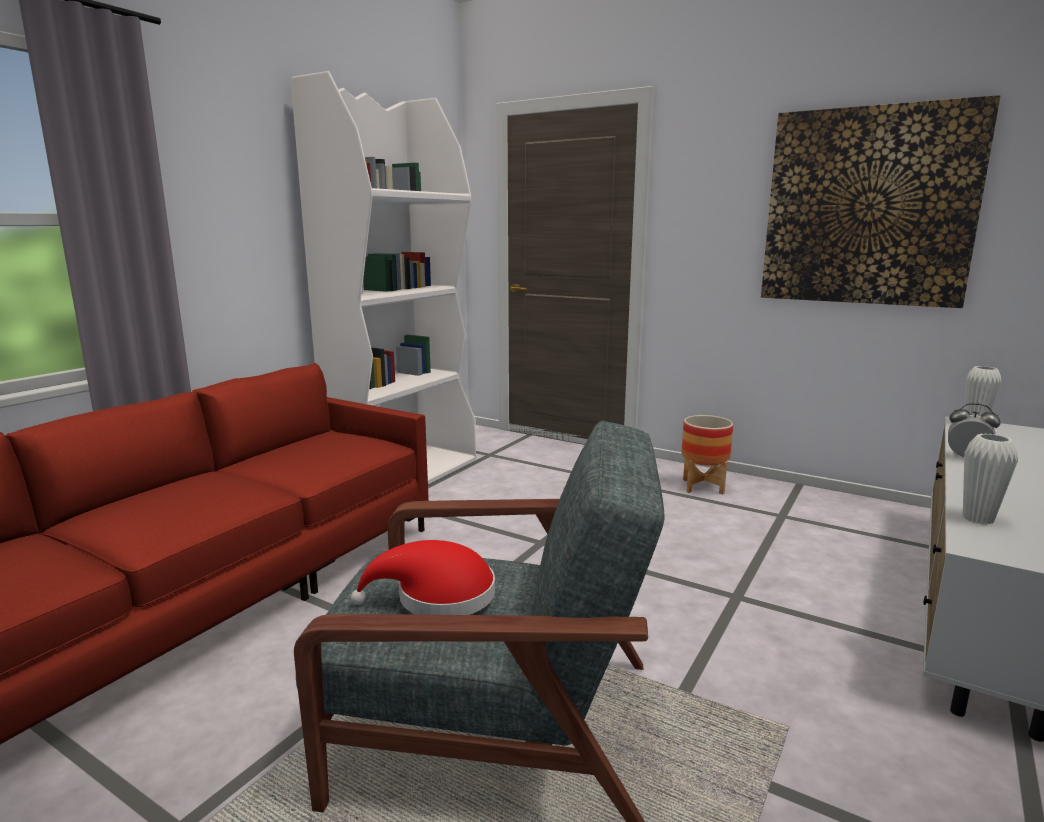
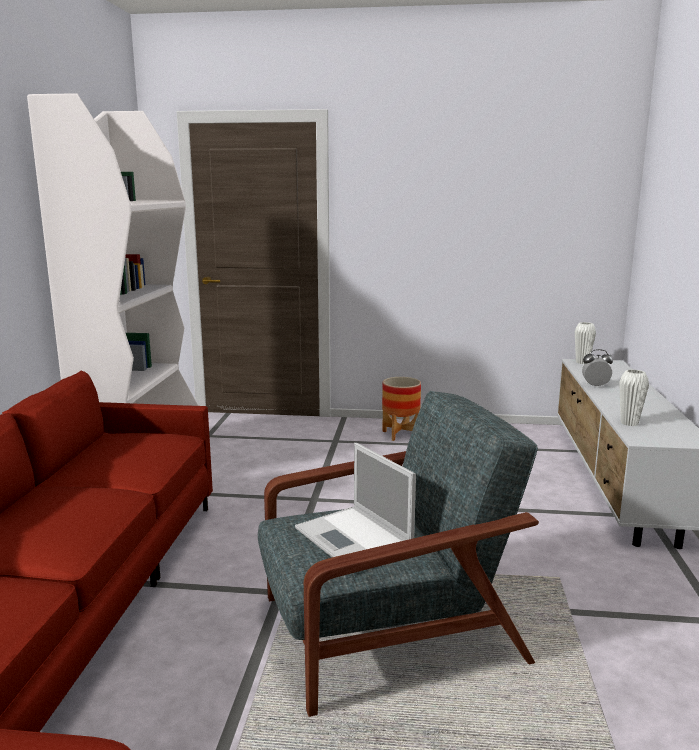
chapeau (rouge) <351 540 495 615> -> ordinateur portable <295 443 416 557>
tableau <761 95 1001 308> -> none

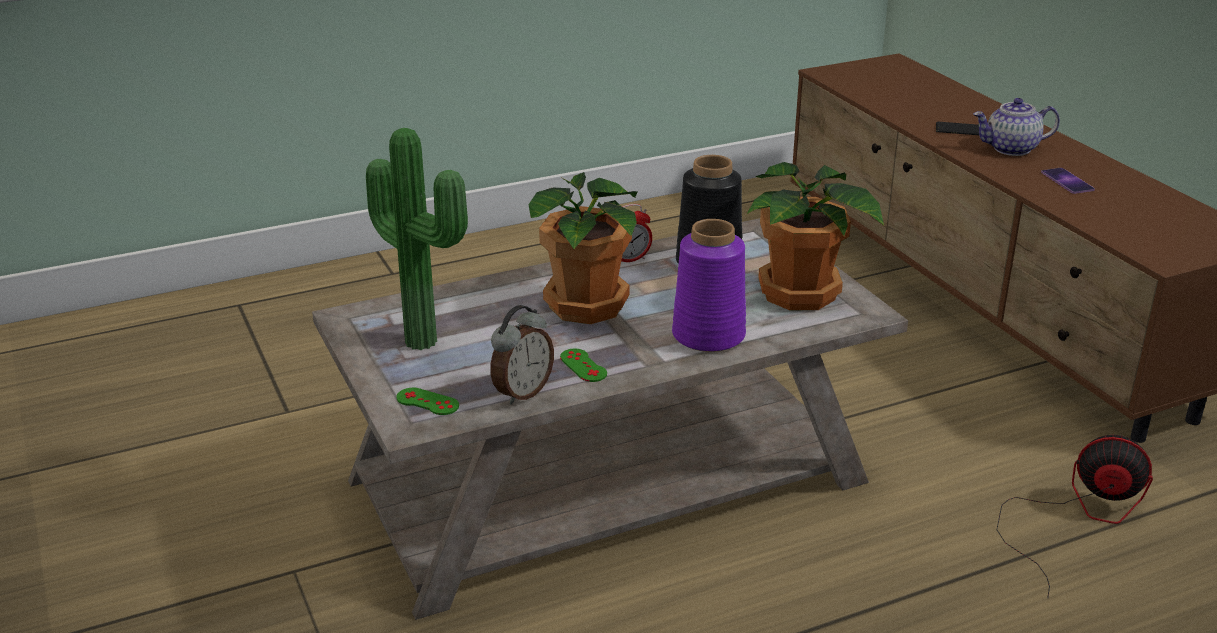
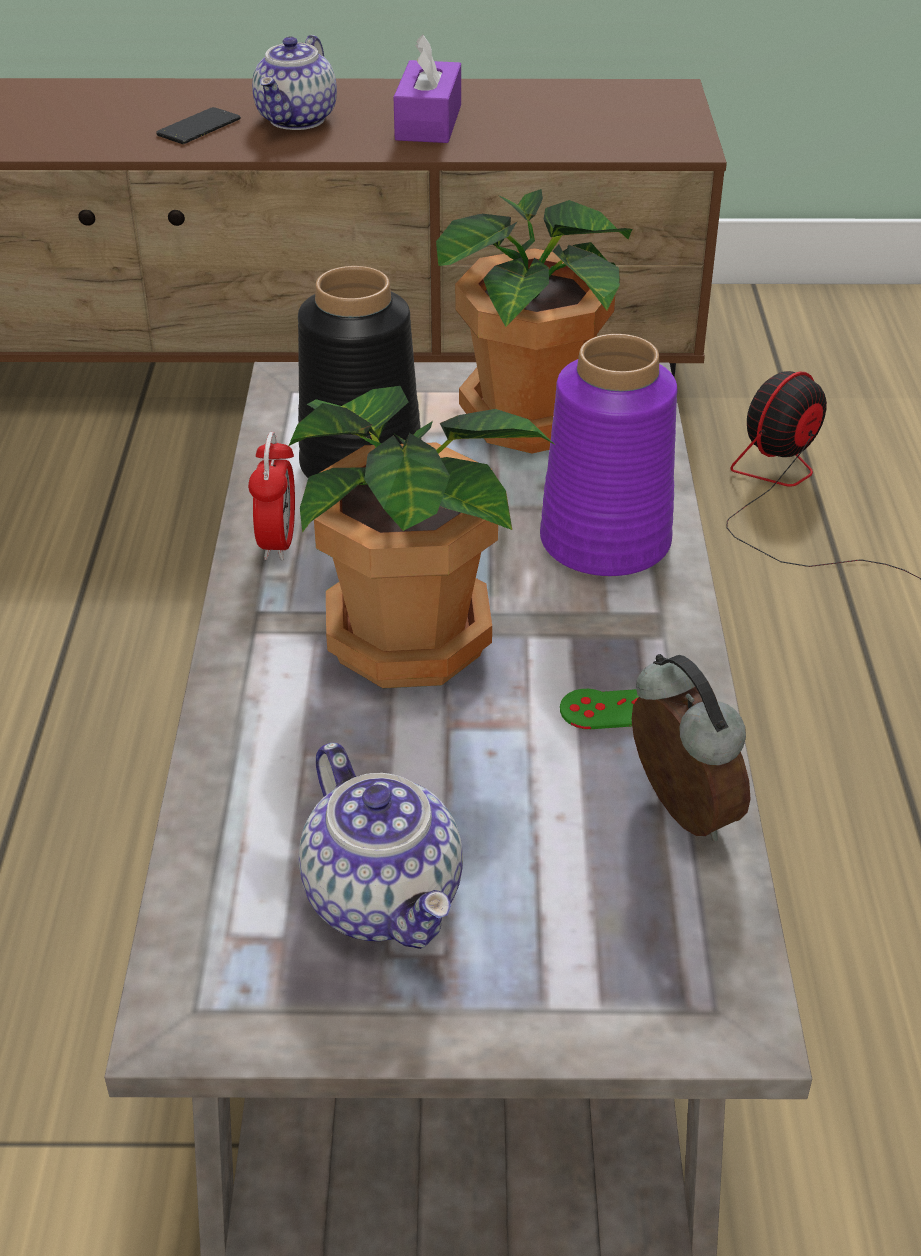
plante en pot <366 128 468 350> -> théière <299 743 463 949>
téléphone <1041 168 1095 194> -> boîte à mouchoirs (violet) <394 35 461 143>
manette (vert) <396 388 459 415> -> none

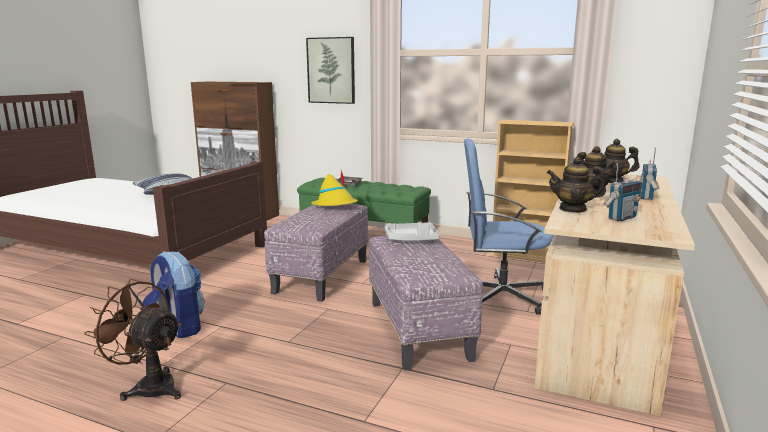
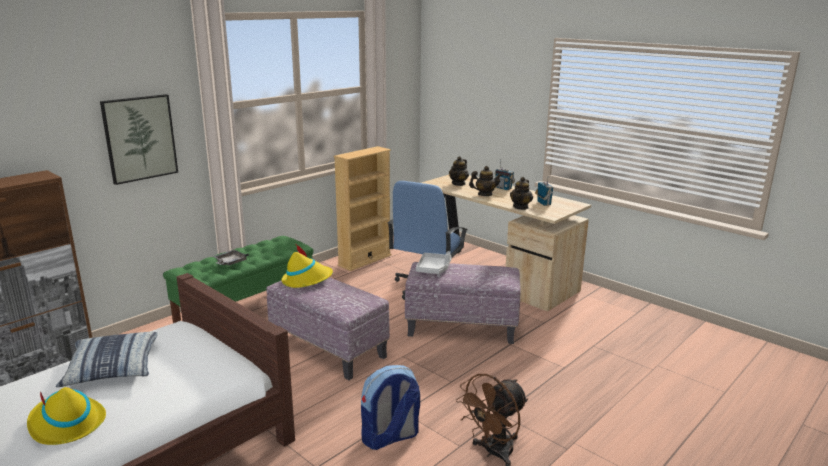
none -> chapeau (jaune) <27 387 106 445>

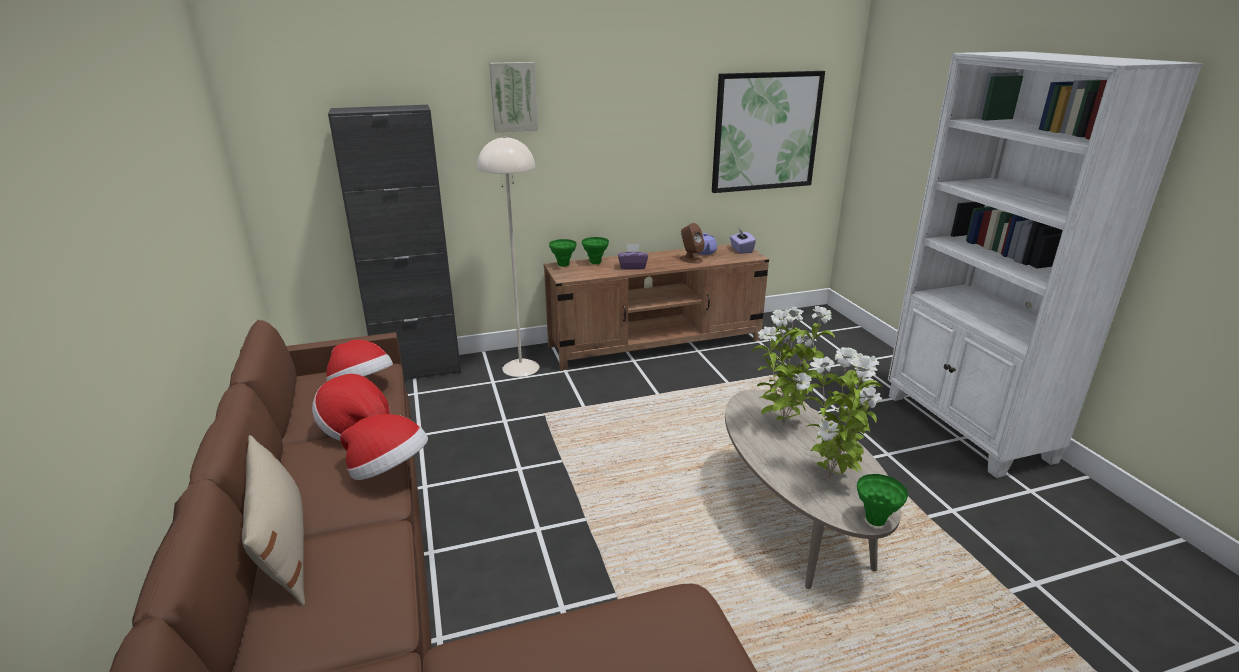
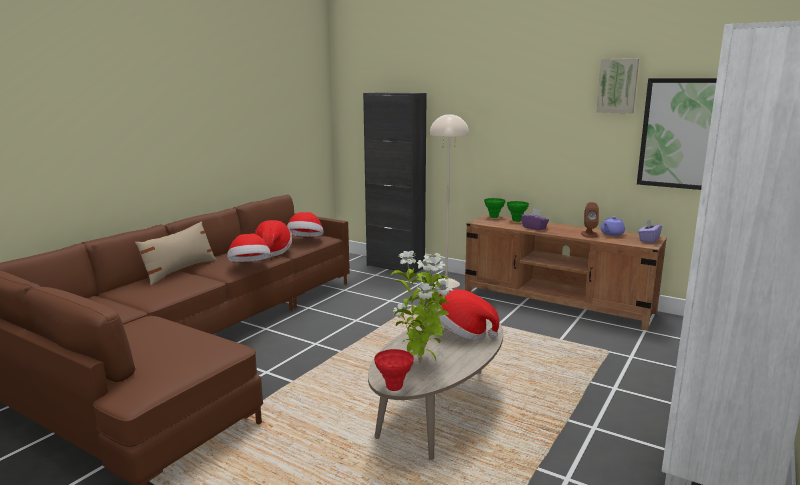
vase (vert) <857 474 908 526> -> vase (rouge) <374 349 414 391>
plante en pot <752 306 835 426> -> chapeau <431 289 499 341>
tableau <489 62 538 133> -> tableau <596 59 639 113>, relocated

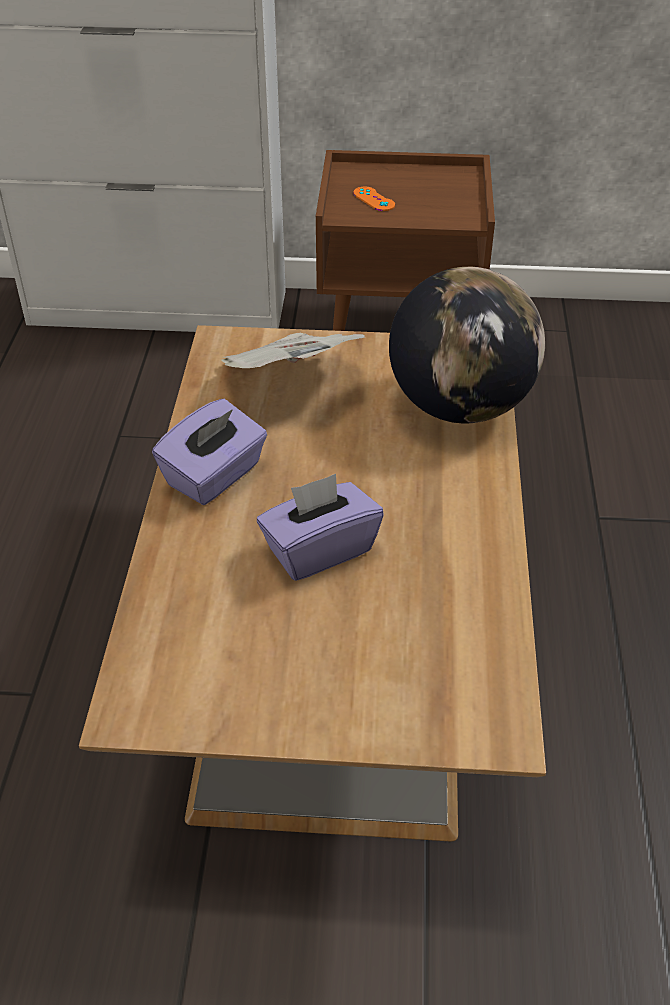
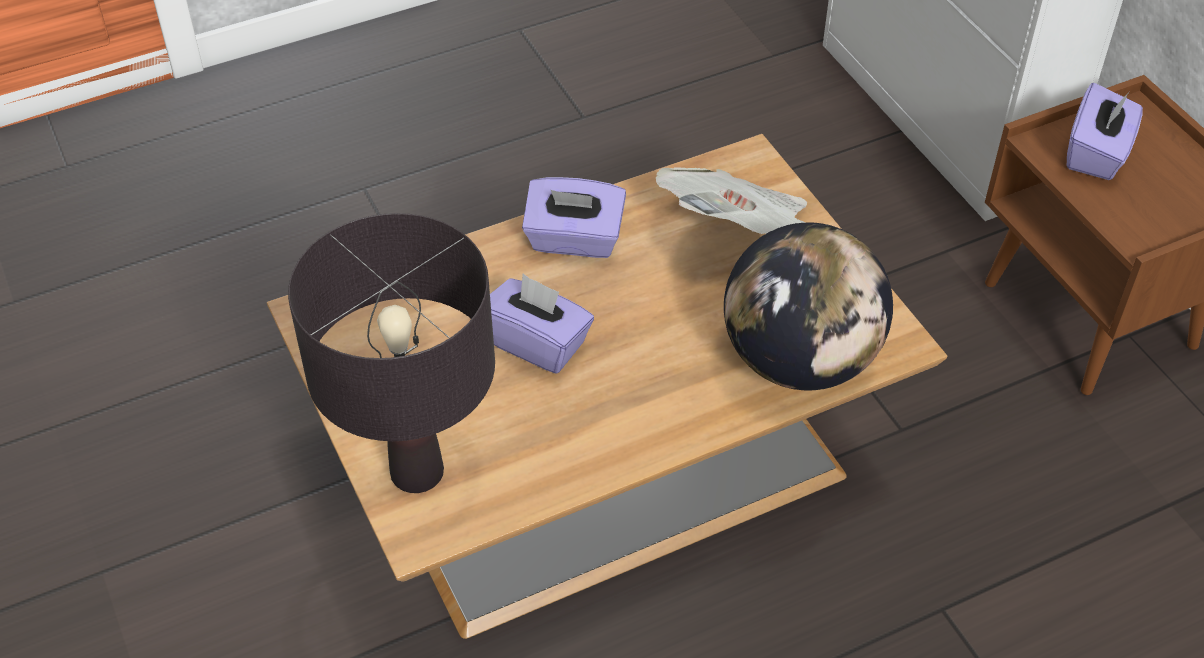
none -> lampe de table (noir) <288 213 495 493>
manette (orange) <353 187 395 211> -> boîte à mouchoirs (violet) <1067 83 1143 180>

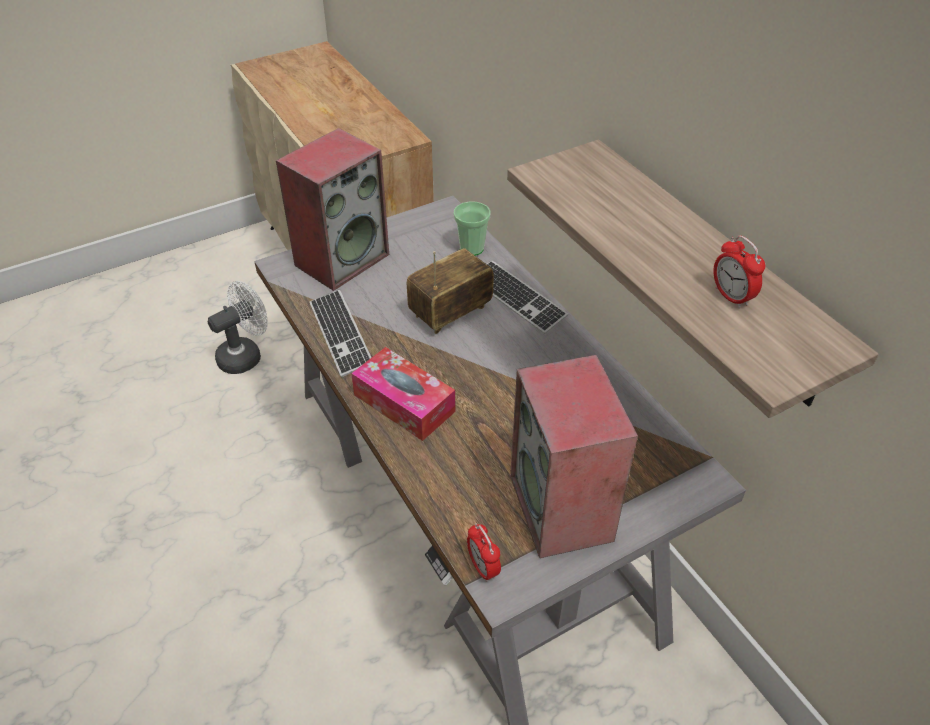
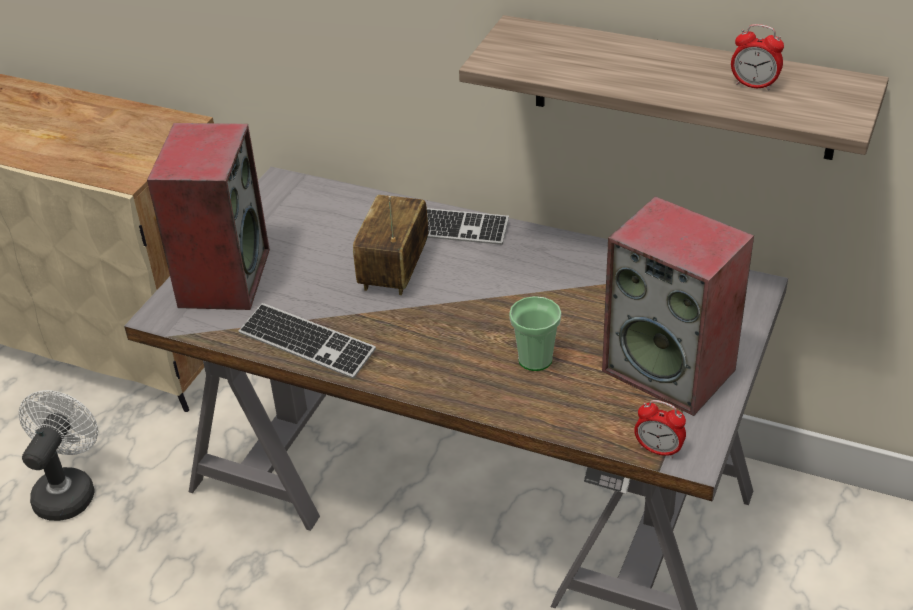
tasse <454 201 490 256> -> tasse <509 296 561 371>, relocated
boîte à mouchoirs <351 347 455 441> -> none

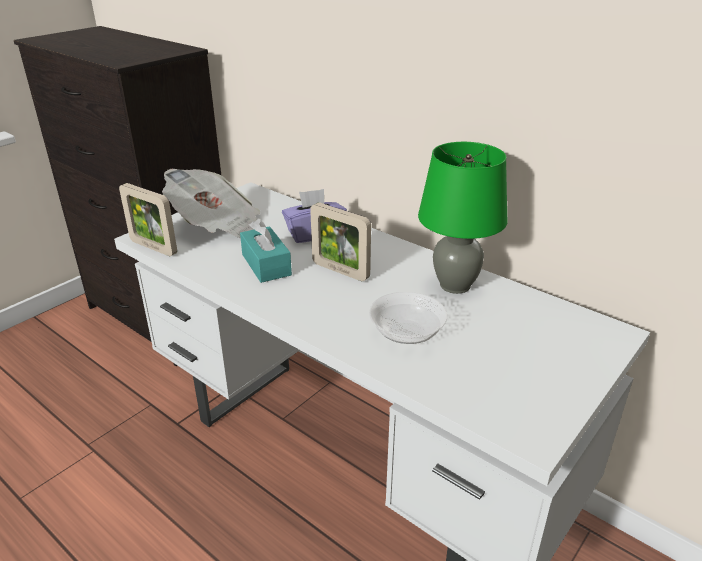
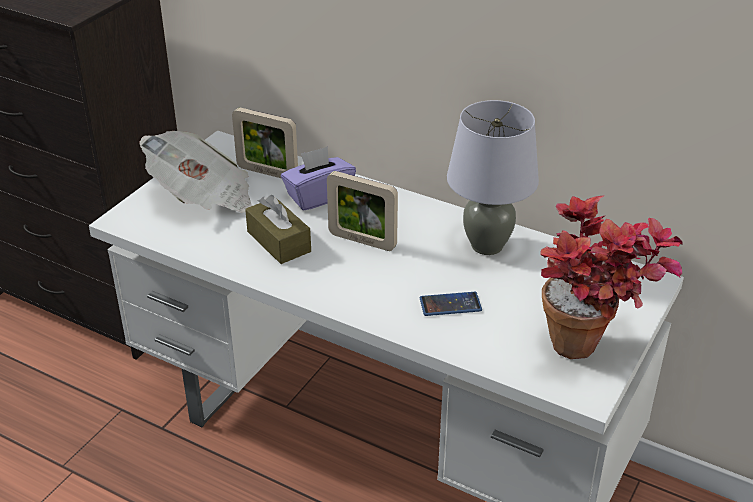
cadre photo <119 183 177 256> -> cadre photo <232 108 298 178>, relocated
boîte à mouchoirs (turquoise) <240 219 292 283> -> boîte à mouchoirs (marron) <245 195 311 264>
bol <369 292 447 344> -> téléphone <420 292 482 316>
lampe de table (vert) <418 142 508 294> -> lampe de table (gris) <447 100 539 255>
none -> plante en pot <540 195 684 359>

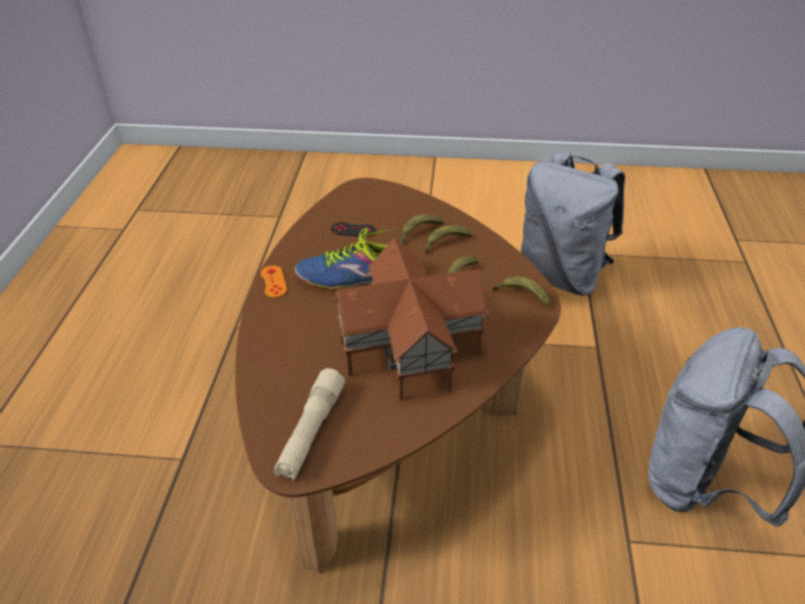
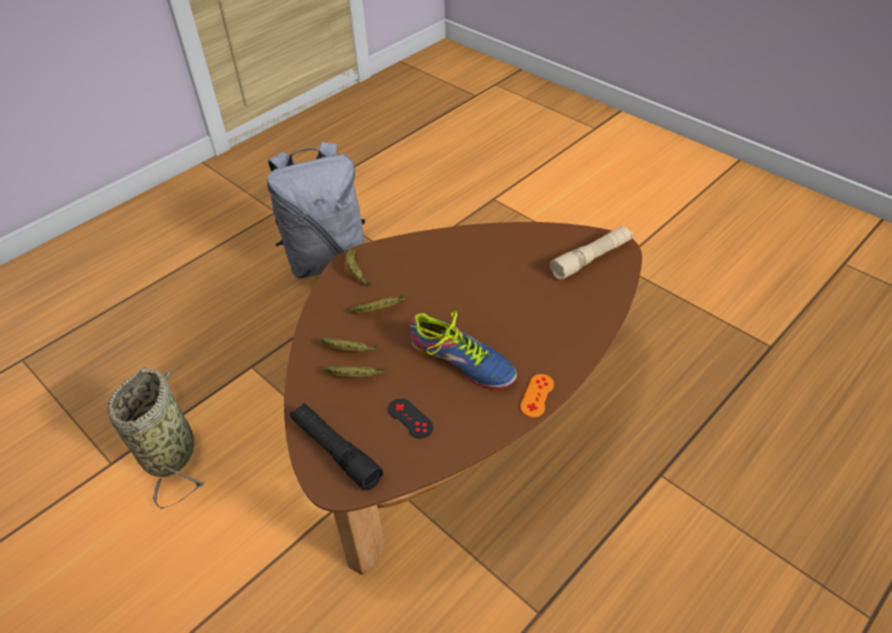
sac à dos (gris) <521 152 625 295> -> panier <107 367 206 509>
none -> lampe de poche (noir) <290 403 383 490>
maison miniature <333 238 489 400> -> none

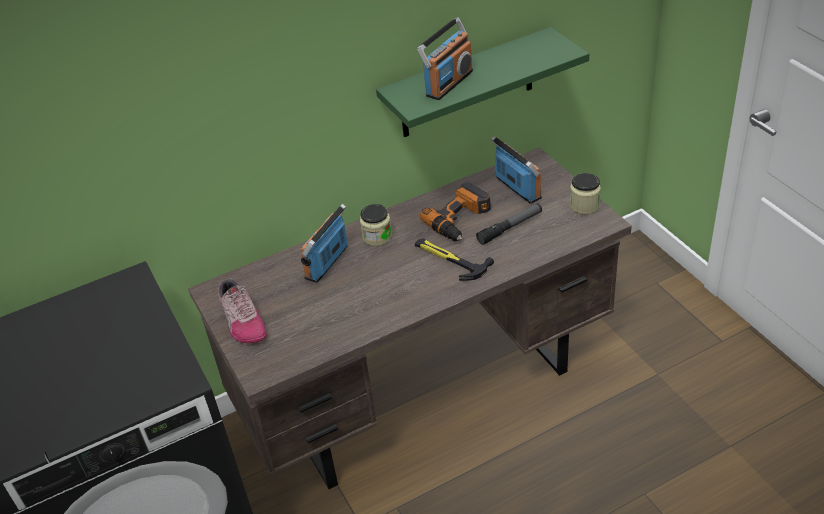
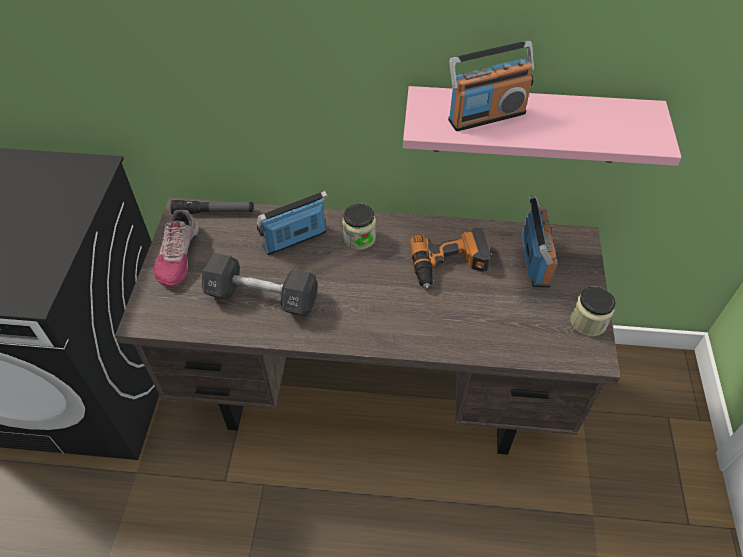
lampe de poche <476 204 542 245> -> lampe de poche <170 200 253 214>, relocated
none -> haltère (noir) <202 253 318 317>
étagère (vert) <376 27 589 137> -> étagère (rose) <403 86 681 166>
marteau <415 238 494 281> -> none

